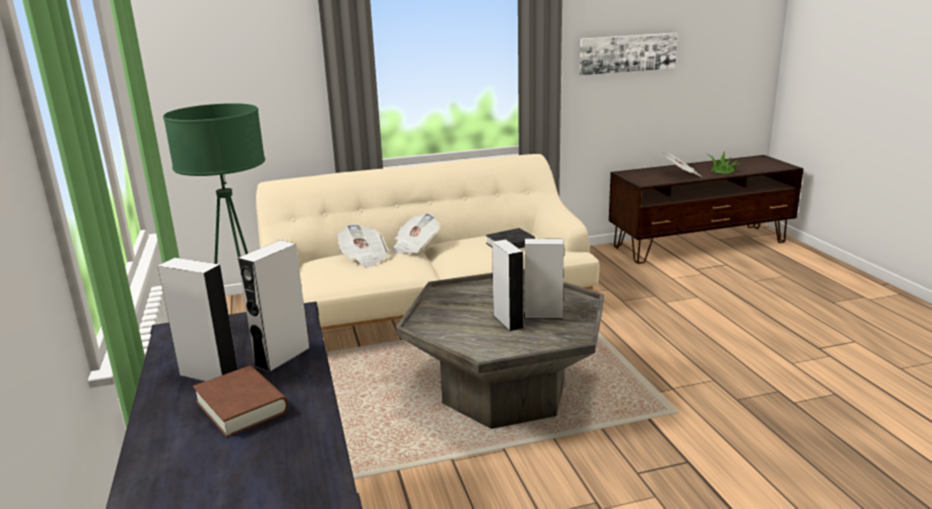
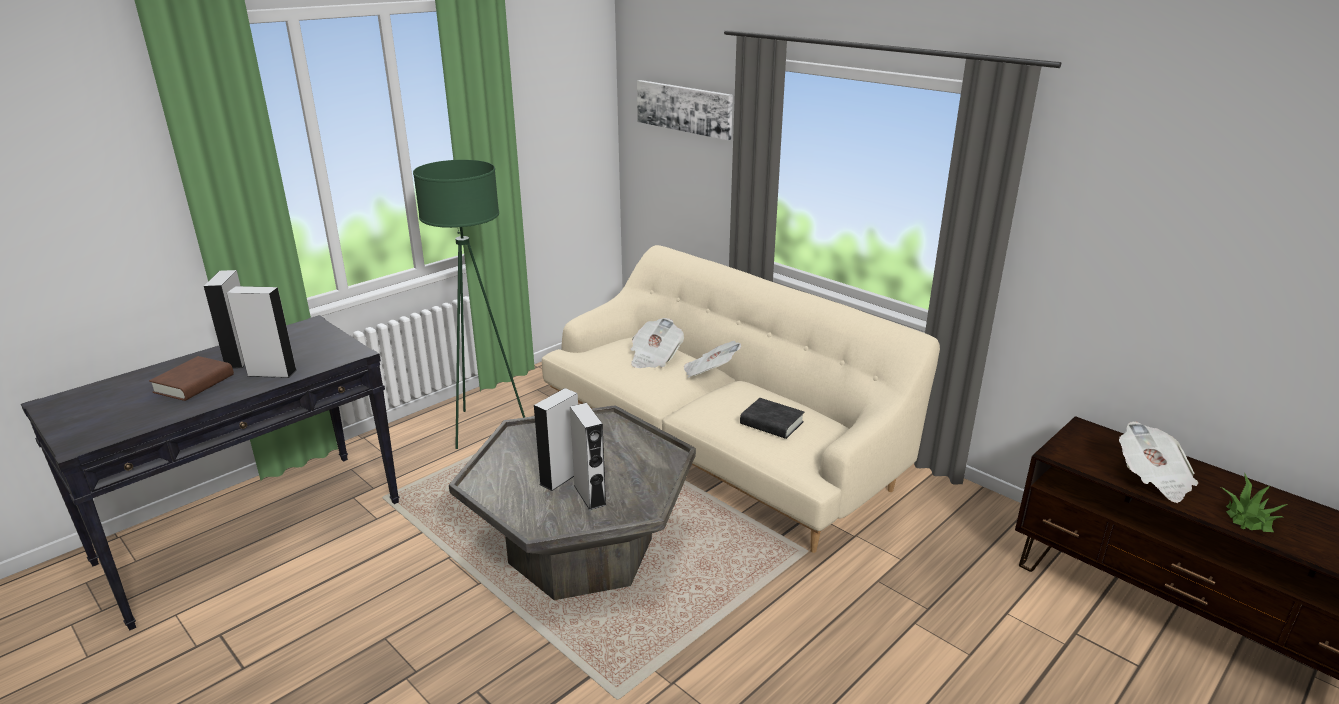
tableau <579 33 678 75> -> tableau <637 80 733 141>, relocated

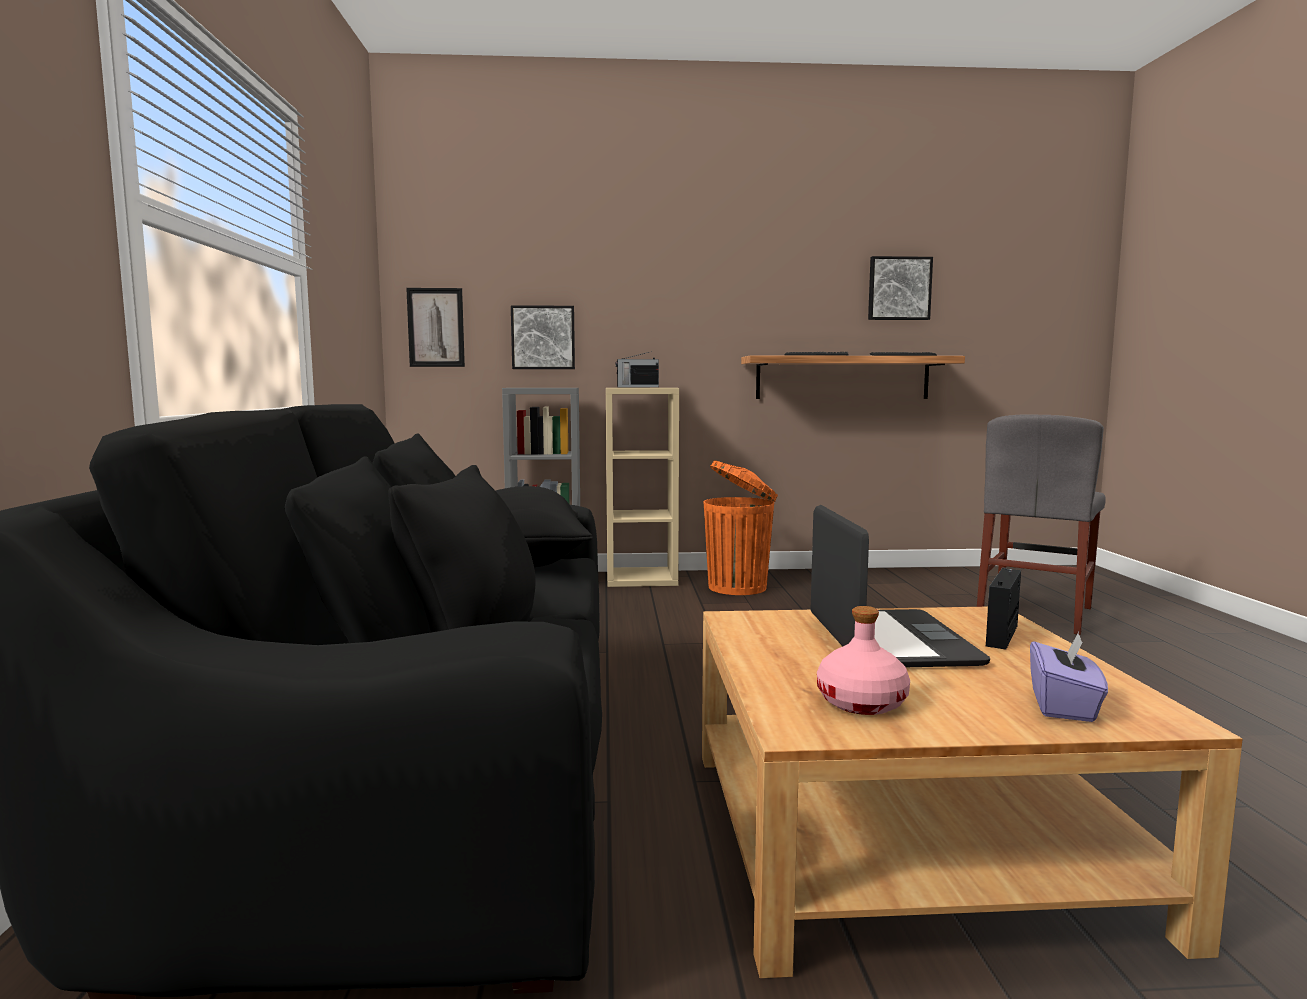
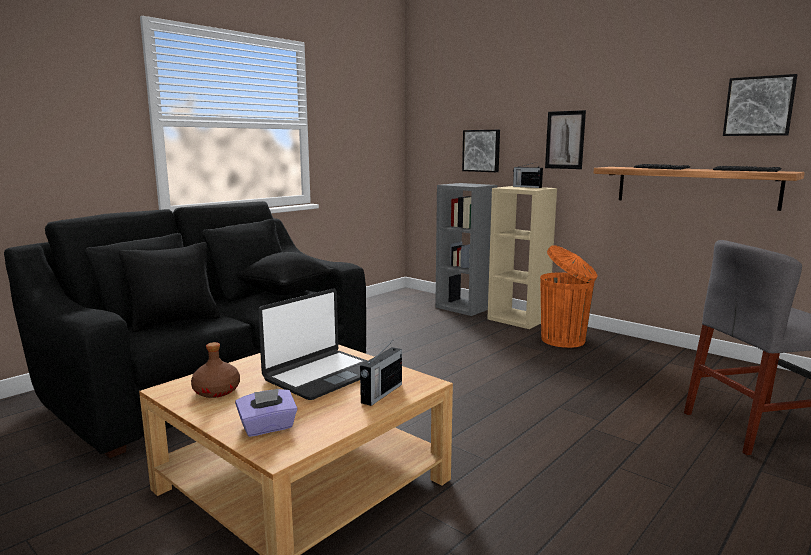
bouteille (rose) <817 606 910 715> -> bouteille (marron) <191 342 240 398>
radio <986 567 1021 649> -> radio <360 343 402 406>, 135 degrees clockwise
tableau <406 288 465 367> -> tableau <545 110 586 169>, relocated

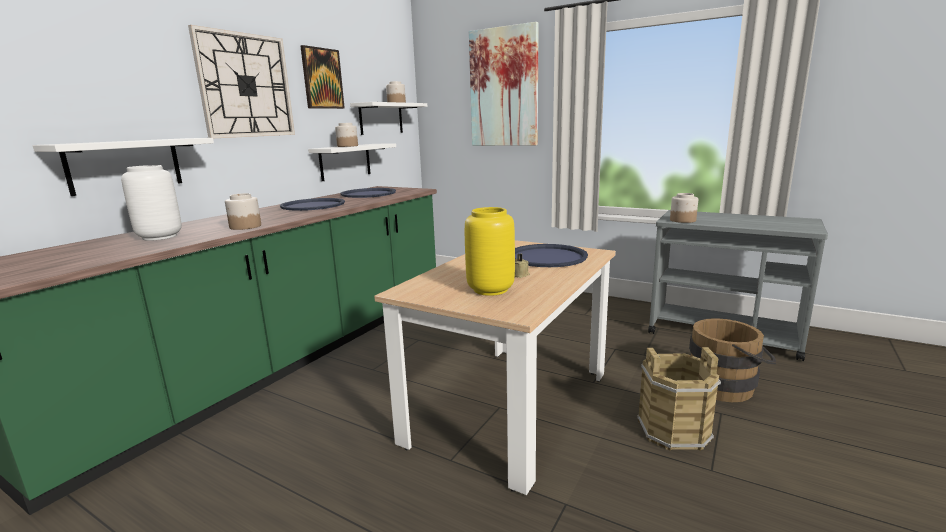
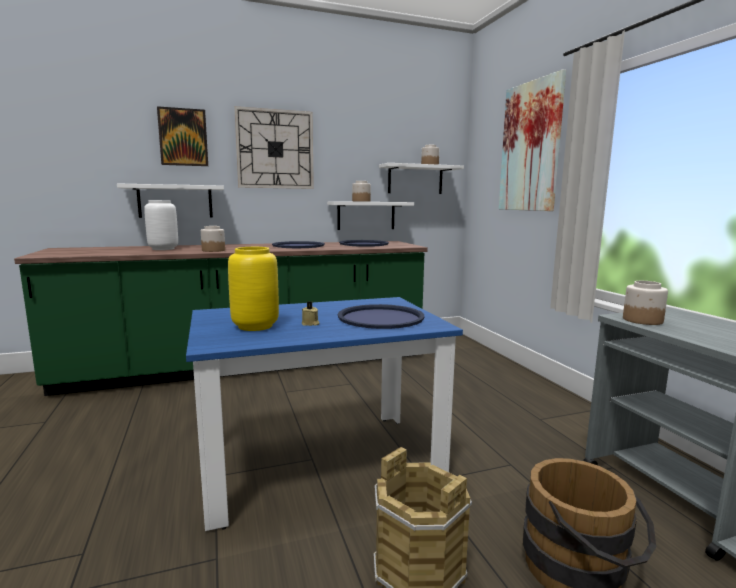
tableau <300 45 345 109> -> tableau <157 106 208 166>, relocated
table à manger (beige) <374 240 616 495> -> table à manger (bleu) <186 297 463 531>

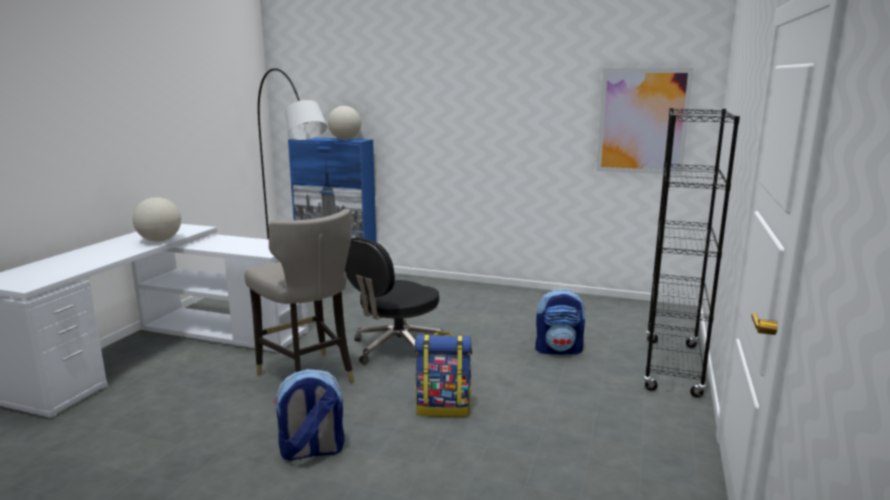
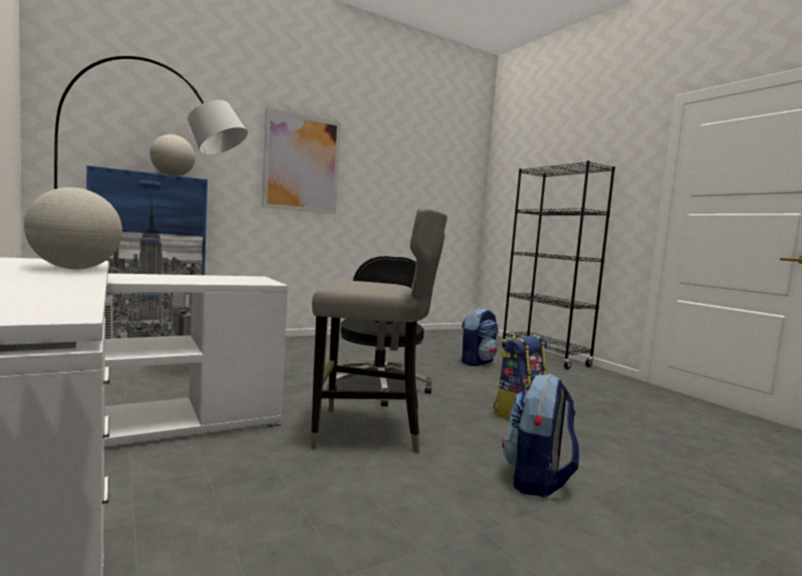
tableau <596 68 694 175> -> tableau <262 108 341 214>, relocated

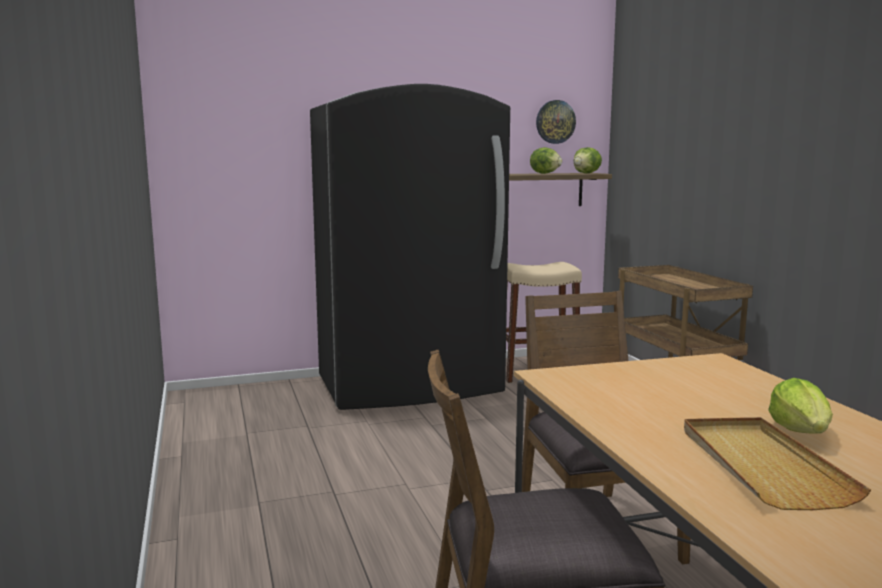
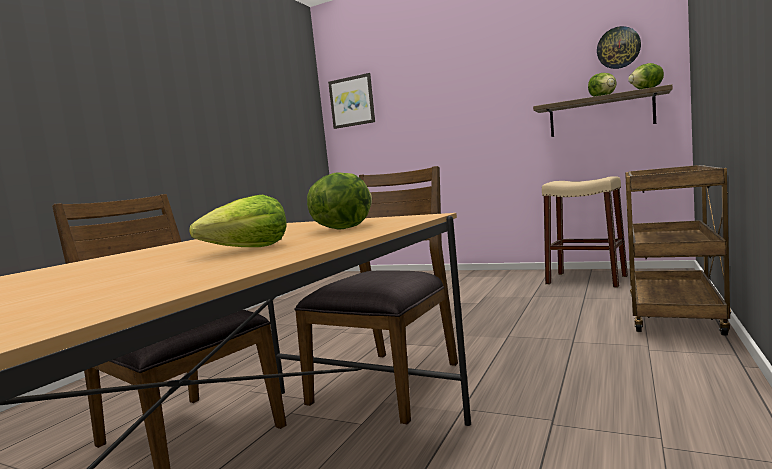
none -> laitue <307 172 372 230>
none -> tableau <328 73 375 129>
réfrigérateur (noir) <310 84 510 410> -> none
plateau (beige) <684 417 871 510> -> none

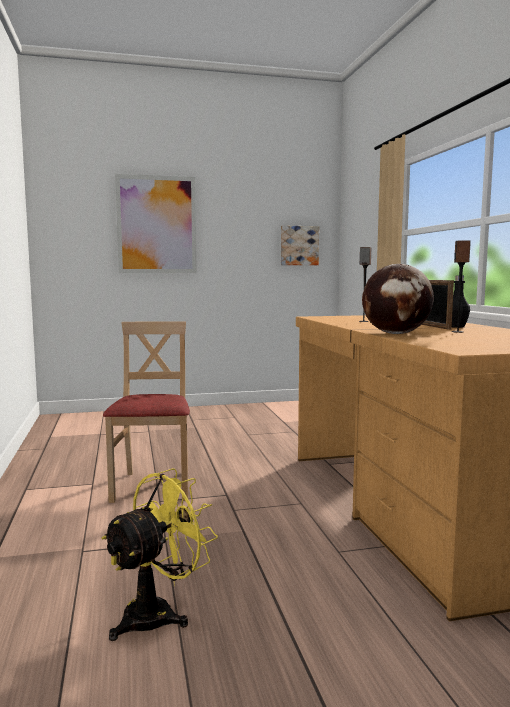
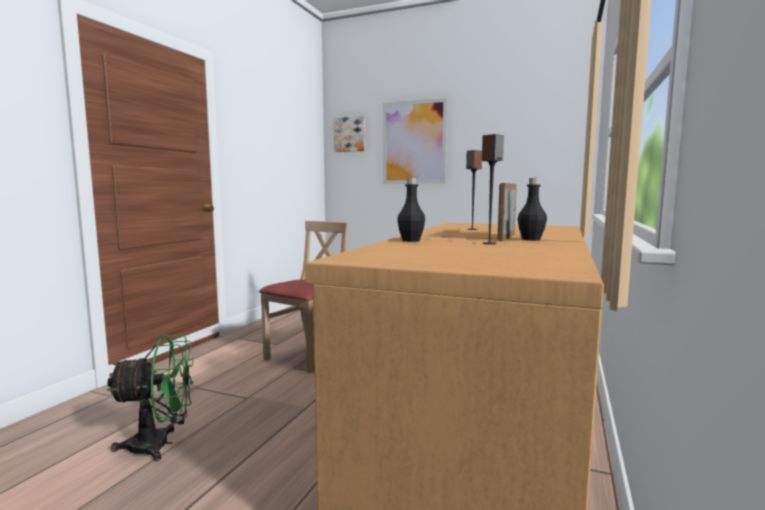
ventilateur (jaune) <101 468 218 641> -> ventilateur (vert) <107 334 194 462>
tableau <281 225 319 265> -> tableau <334 116 365 152>, relocated
globe <362 264 434 334> -> bouteille (noir) <397 177 425 242>

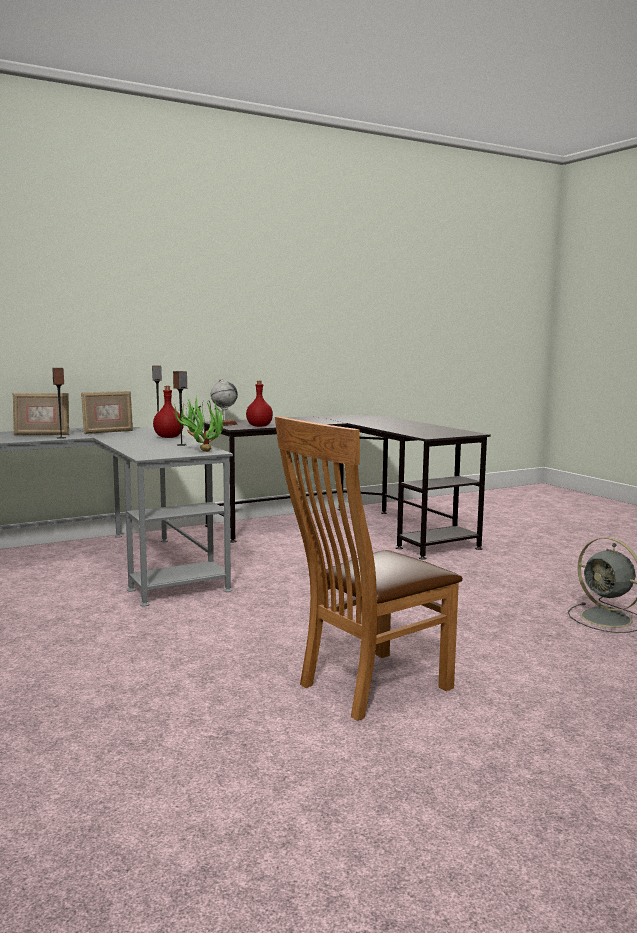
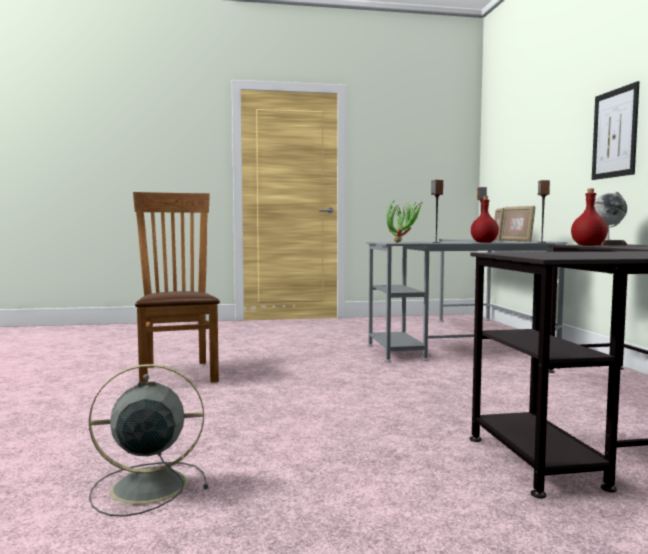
none -> tableau <592 81 640 180>

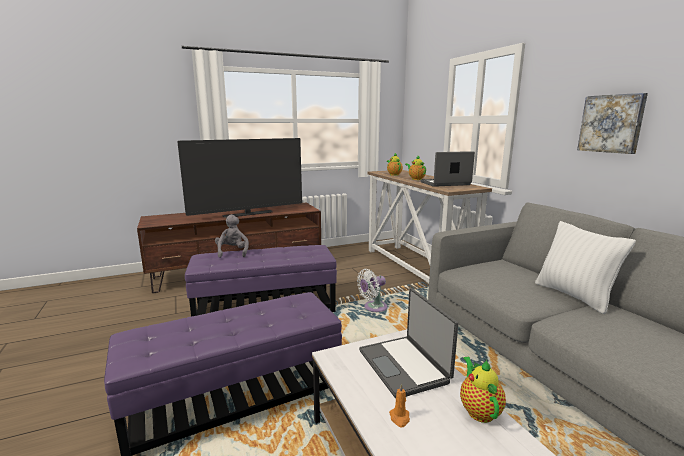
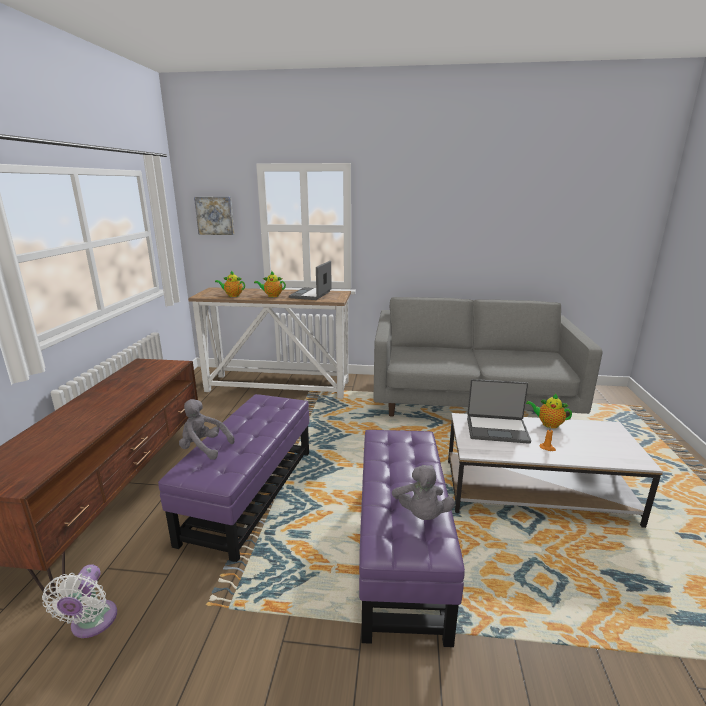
ventilateur (blanc) <357 269 387 312> -> ventilateur (blanc) <42 564 117 638>, relocated
tableau <577 93 648 154> -> tableau <194 197 234 235>, relocated
none -> peluche (gris) <392 465 455 520>
téléviseur <177 138 302 218> -> none
coussin (blanc) <535 221 636 314> -> none

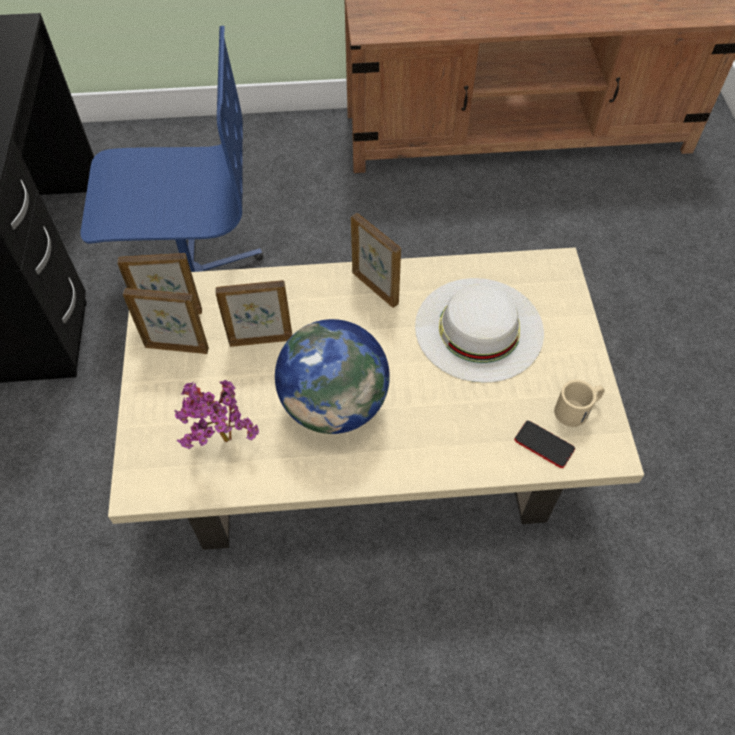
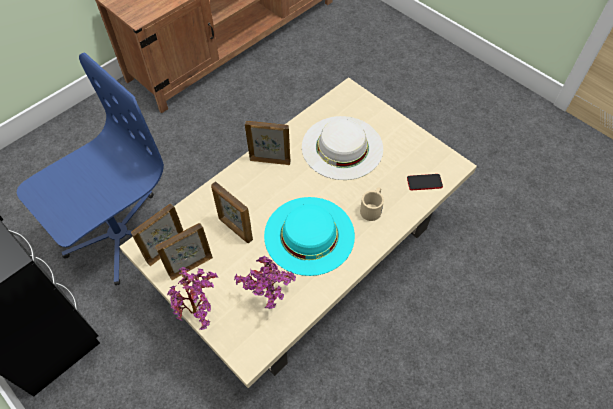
none -> plante en pot <167 267 218 330>
cadre photo <215 280 292 347> -> cadre photo <211 181 253 243>, 90 degrees counterclockwise
globe <275 319 390 434> -> chapeau (turquoise) <264 197 355 276>
mug (beige) <554 380 605 427> -> mug (beige) <360 187 384 221>, relocated

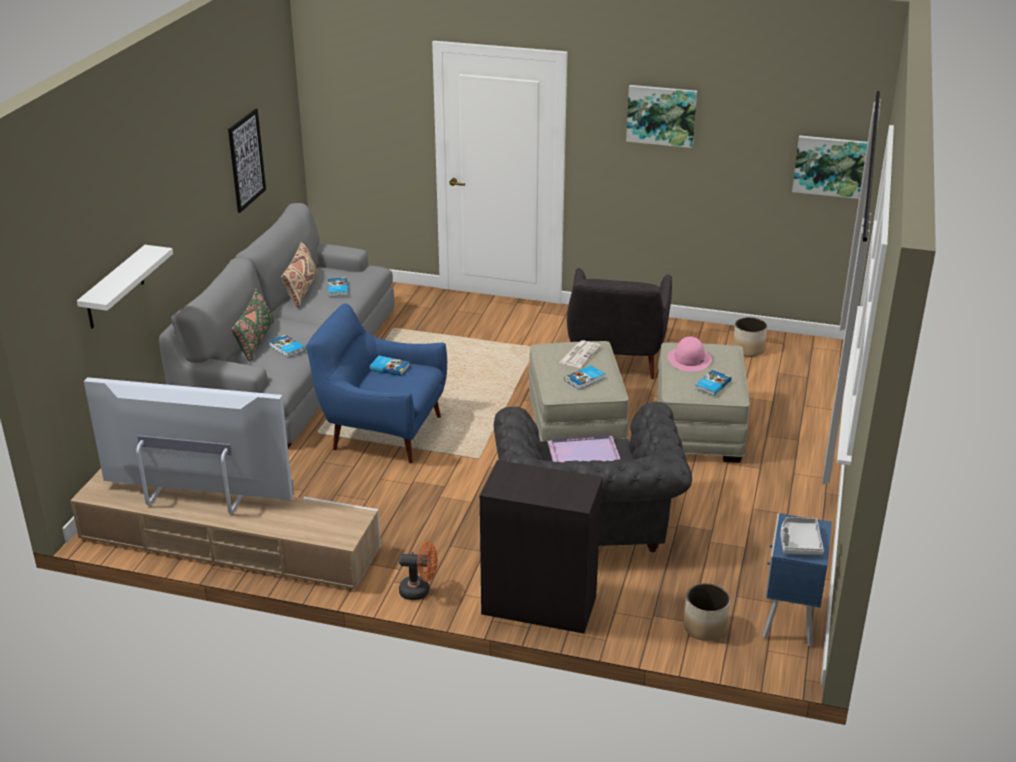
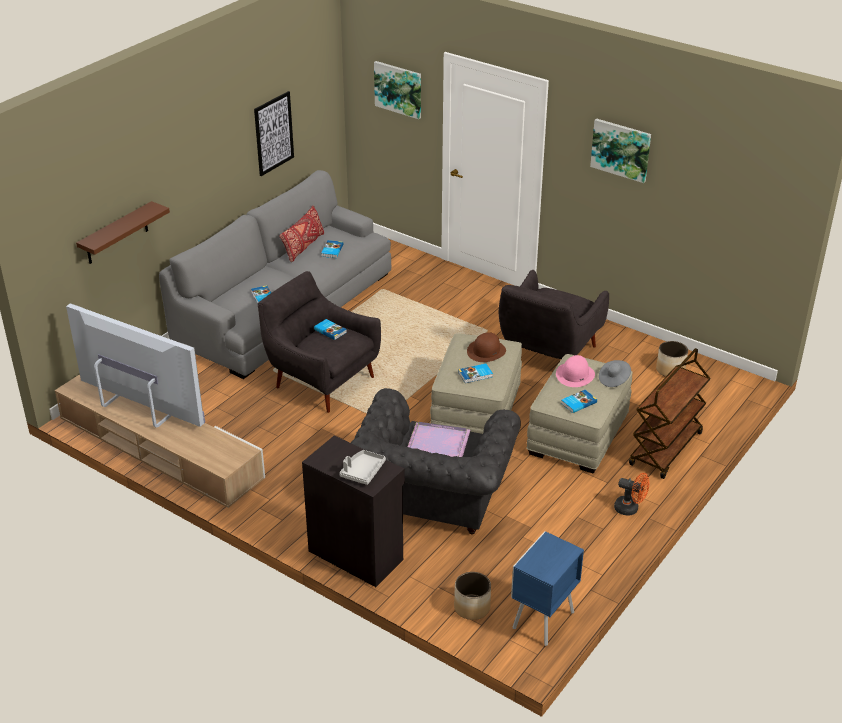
étagère (blanc) <77 245 173 329> -> étagère (marron) <76 201 170 264>
fauteuil (bleu) <306 304 447 463> -> fauteuil (gris) <258 271 381 413>
coussin (beige) <281 241 318 308> -> coussin (rouge) <279 205 324 262>
plateau (gris) <780 517 824 555> -> plateau (gris) <339 450 386 485>, relocated
tableau <792 135 868 199> -> tableau <374 61 421 119>, relocated
journal <559 340 601 368> -> chapeau (marron) <467 332 506 362>
none -> chapeau (gris) <599 360 631 387>
ventilateur (orange) <399 541 438 600> -> ventilateur (orange) <614 473 650 516>, relocated
none -> chariot (marron) <629 348 710 479>
coussin (vert) <231 288 274 361> -> none

